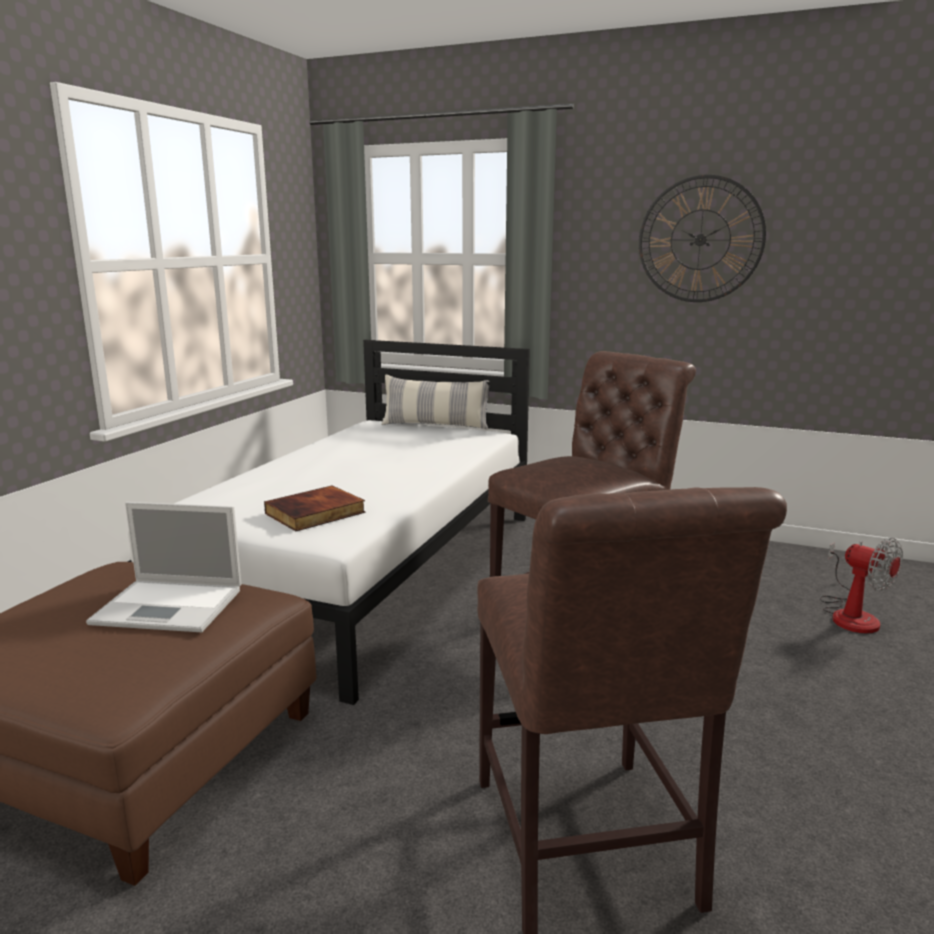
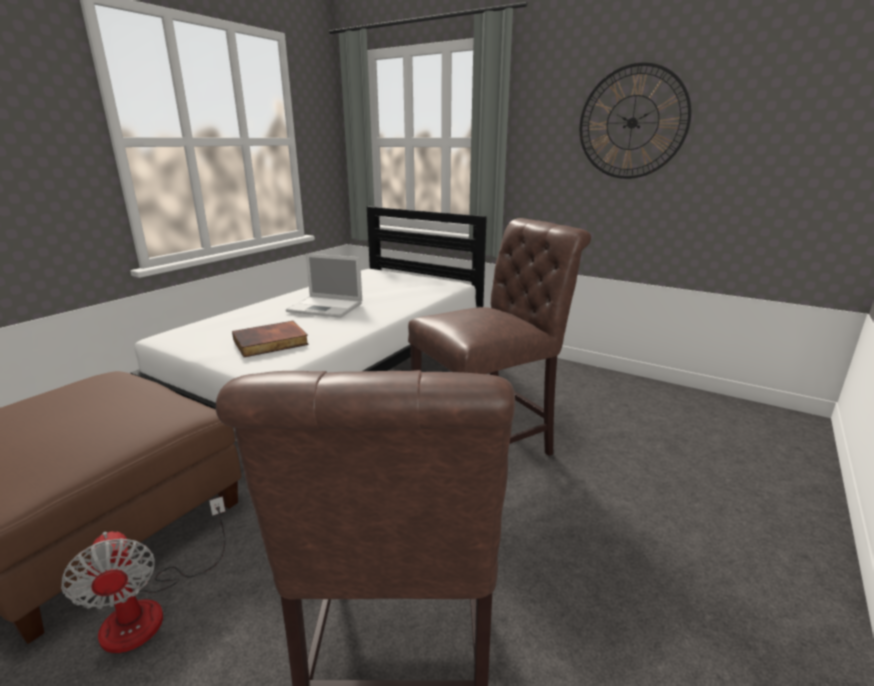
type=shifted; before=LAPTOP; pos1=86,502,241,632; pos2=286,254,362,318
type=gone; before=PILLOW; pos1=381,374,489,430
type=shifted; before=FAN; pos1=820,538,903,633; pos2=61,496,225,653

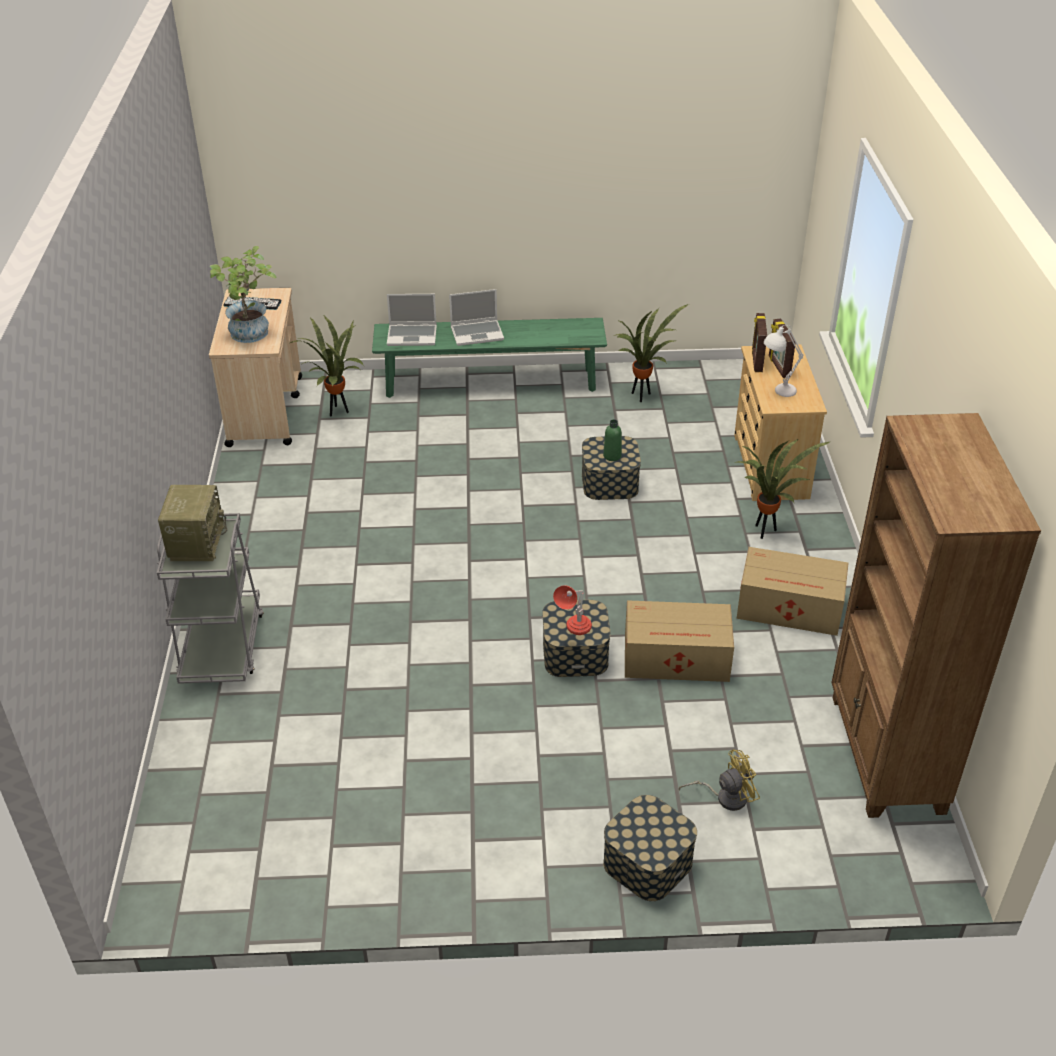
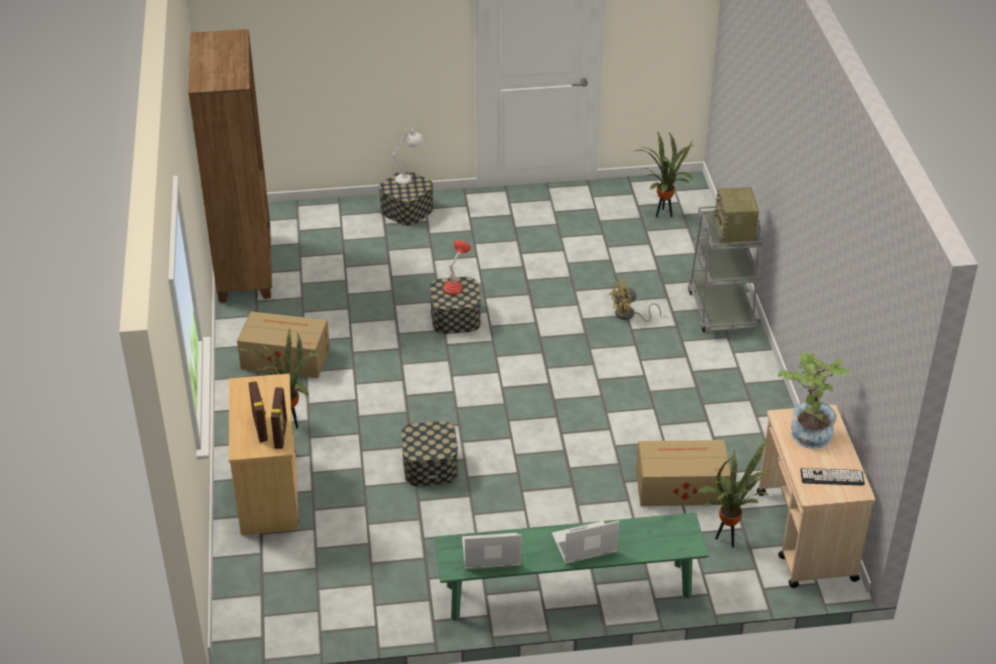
type=shifted; before=LAPTOP; pos1=387,294,437,346; pos2=462,533,521,569
type=gone; before=GREEN BOTTLE; pos1=603,419,622,461
type=shifted; before=POTTED PLANT; pos1=614,304,688,402; pos2=635,131,693,217
type=shifted; before=CARDBOARD BOX; pos1=625,600,734,682; pos2=636,440,731,506
type=shifted; before=YELLOW FAN; pos1=679,749,760,811; pos2=609,279,661,322
type=shifted; before=WHITE TABLE LAMP; pos1=764,325,804,397; pos2=392,128,424,184

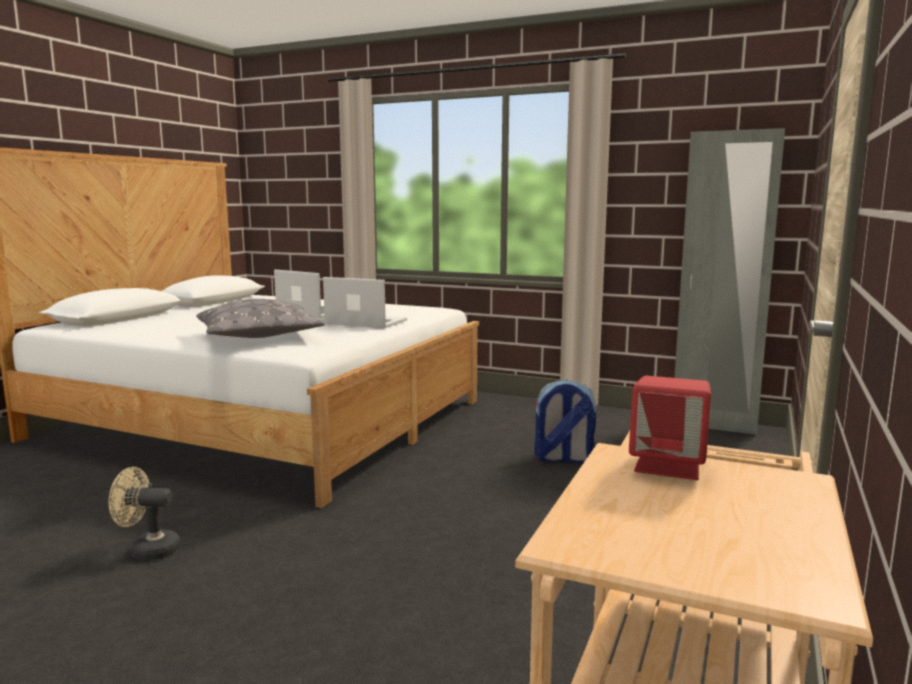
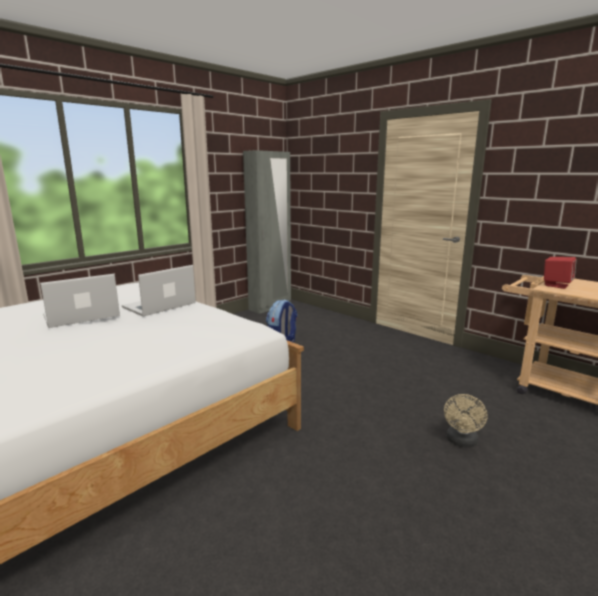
type=shifted; before=BEIGE FAN; pos1=108,467,180,560; pos2=444,394,488,448
type=gone; before=GREY PILLOW; pos1=196,299,325,338

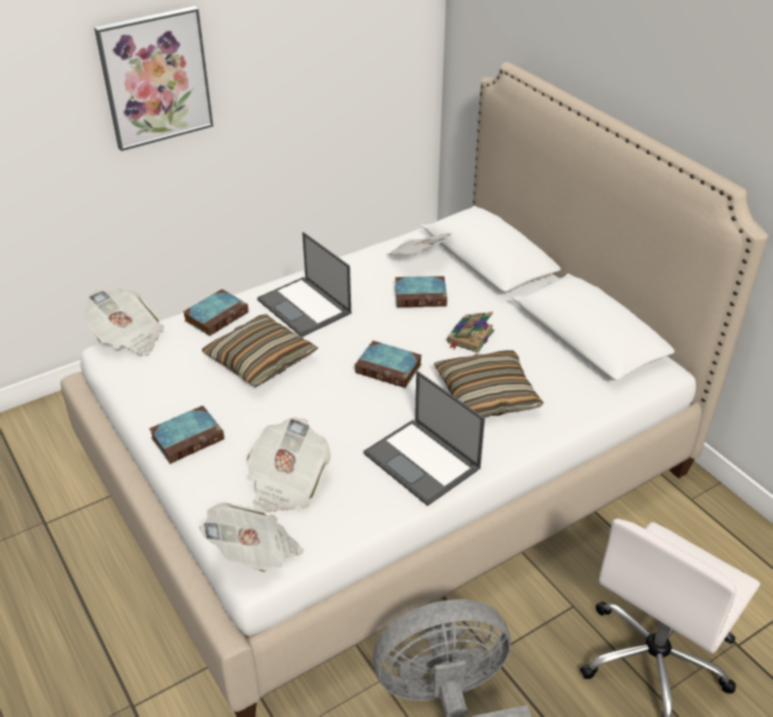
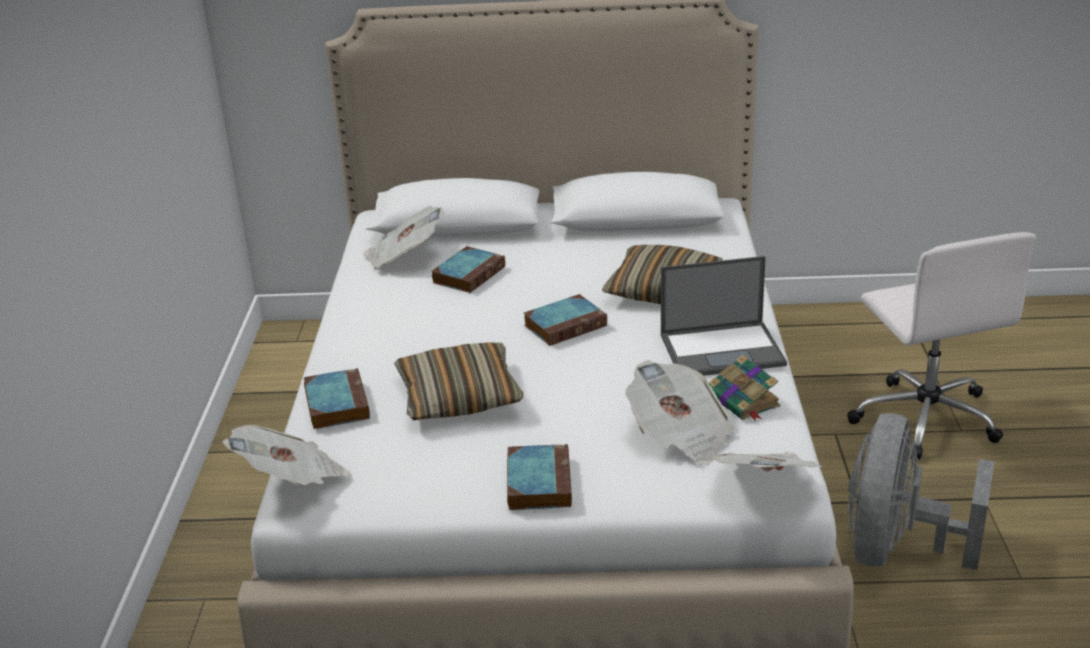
type=gone; before=PICTURE; pos1=94,6,213,151
type=gone; before=LAPTOP; pos1=257,232,351,337
type=shifted; before=BOOK; pos1=447,312,494,353; pos2=709,355,781,421

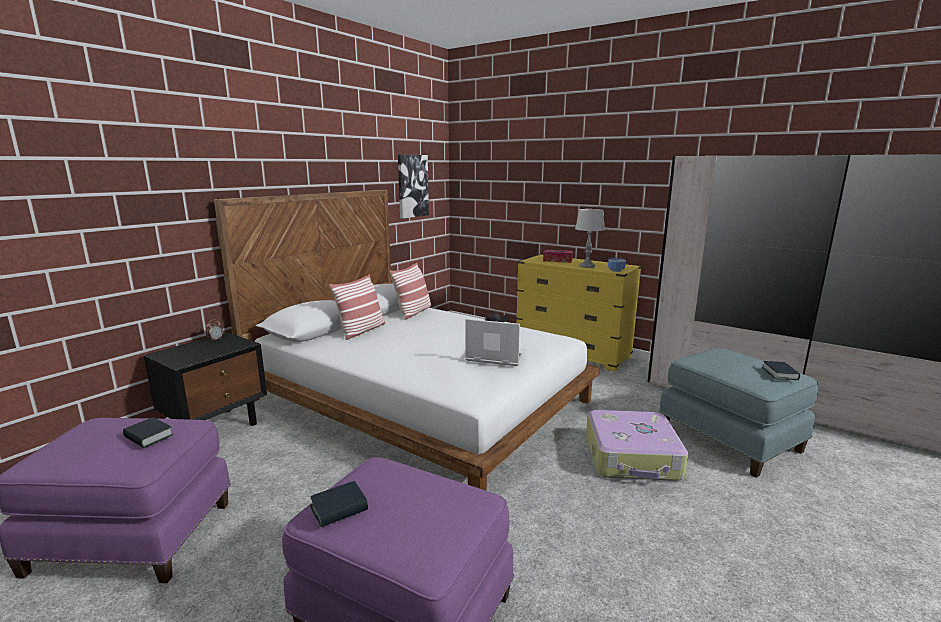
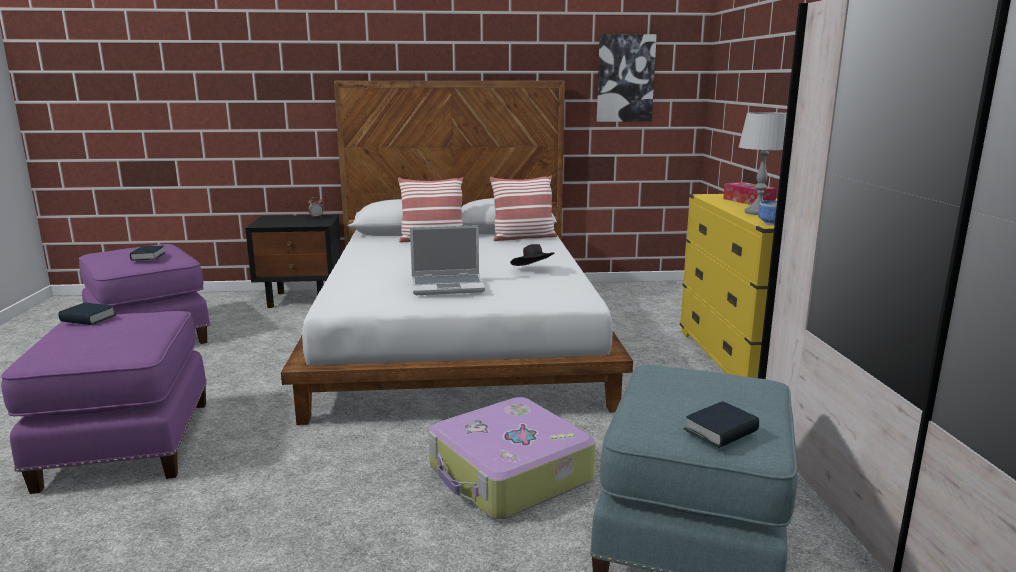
type=rotated; before=LAPTOP; pos1=465,319,526,366; pos2=410,225,485,295; turn=105

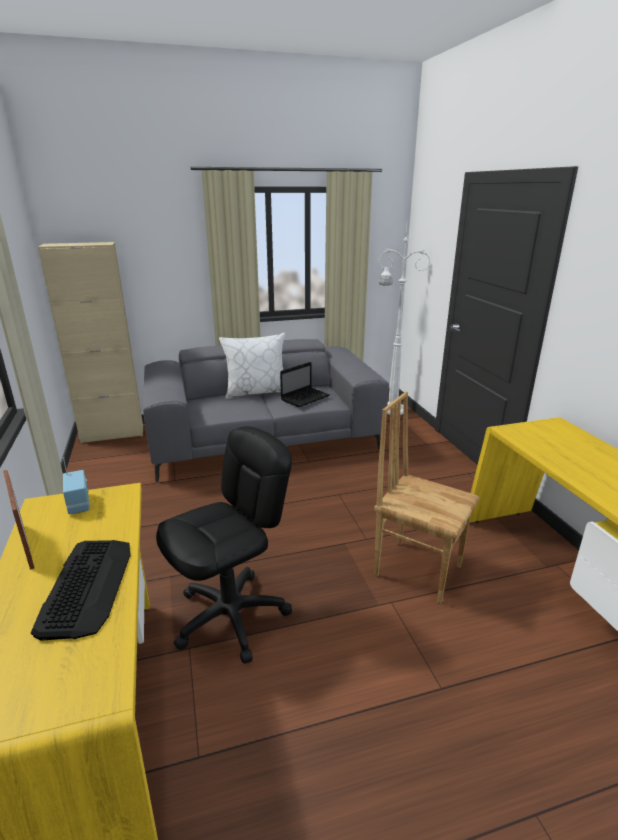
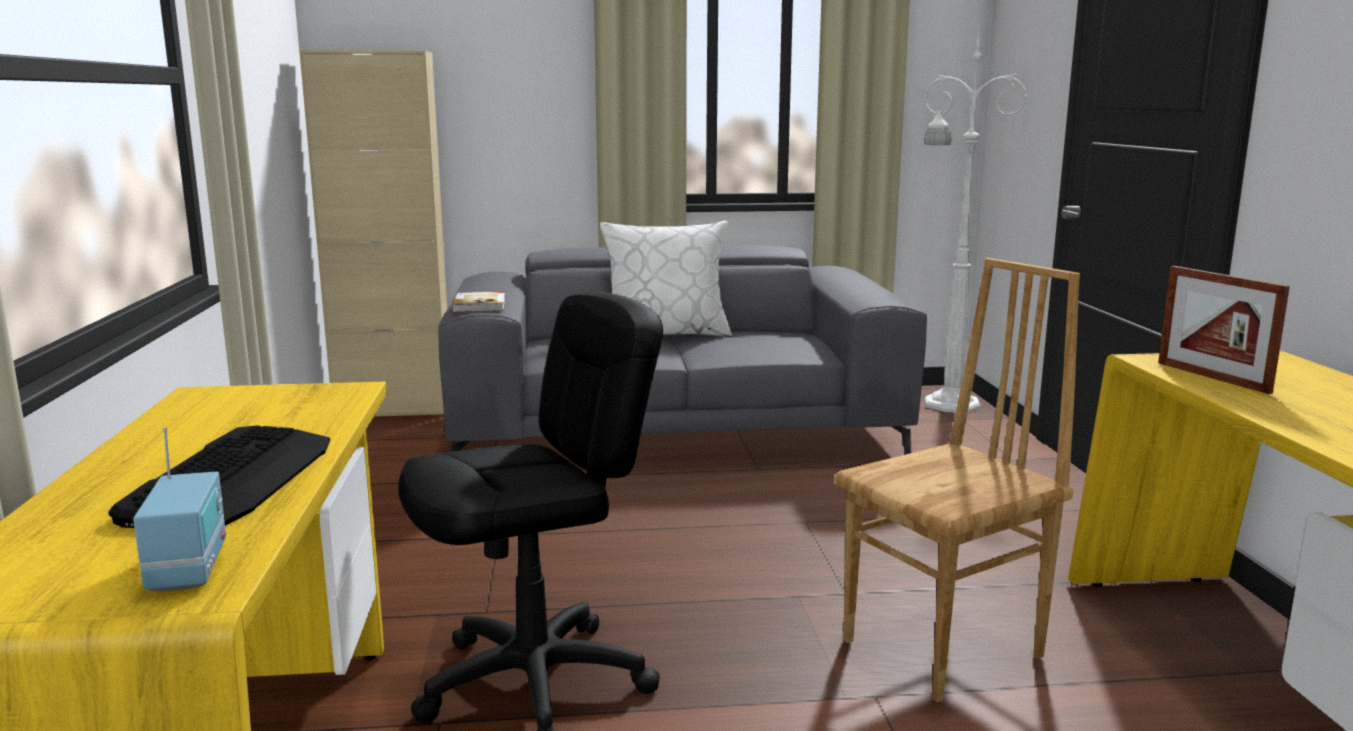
type=shifted; before=PICTURE FRAME; pos1=3,470,34,570; pos2=1158,266,1290,394
type=shifted; before=RADIO; pos1=63,458,90,514; pos2=133,428,226,591
type=gone; before=LAPTOP; pos1=280,362,330,407
type=rotated; before=BROWN CHAIR; pos1=374,392,480,603; pos2=835,258,1080,702; turn=105
type=new; after=BOOK; pos2=452,292,505,312

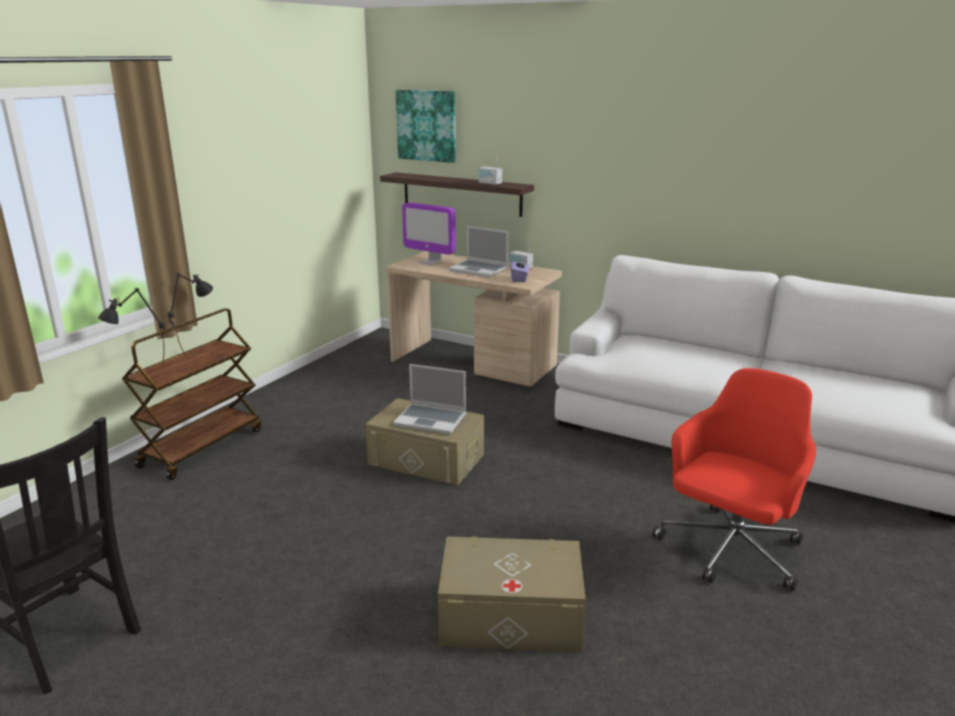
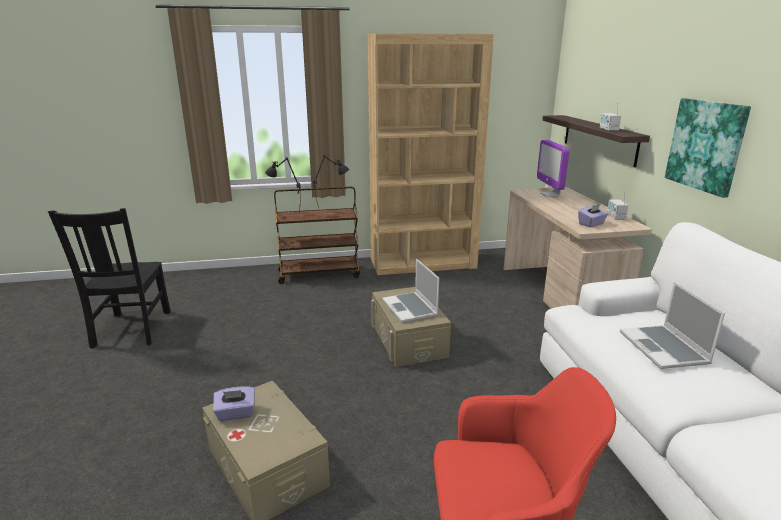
type=shifted; before=PICTURE; pos1=396,90,456,163; pos2=665,98,751,198
type=shifted; before=LAPTOP; pos1=449,226,508,277; pos2=620,282,725,369
type=new; after=PURPLE TISSUE BOX; pos2=213,386,255,421
type=new; after=BROWN BOOKCASE; pos2=367,33,494,275

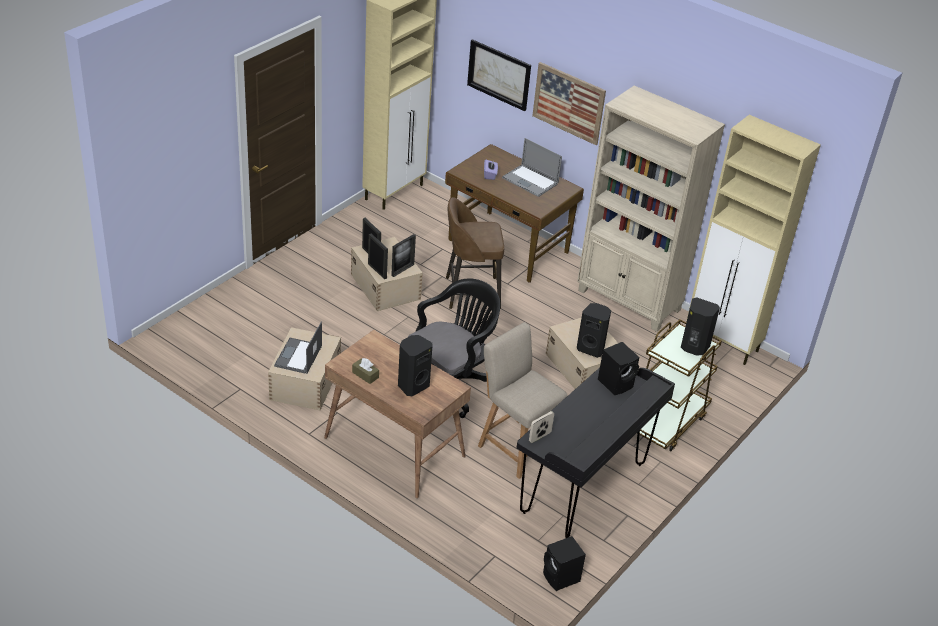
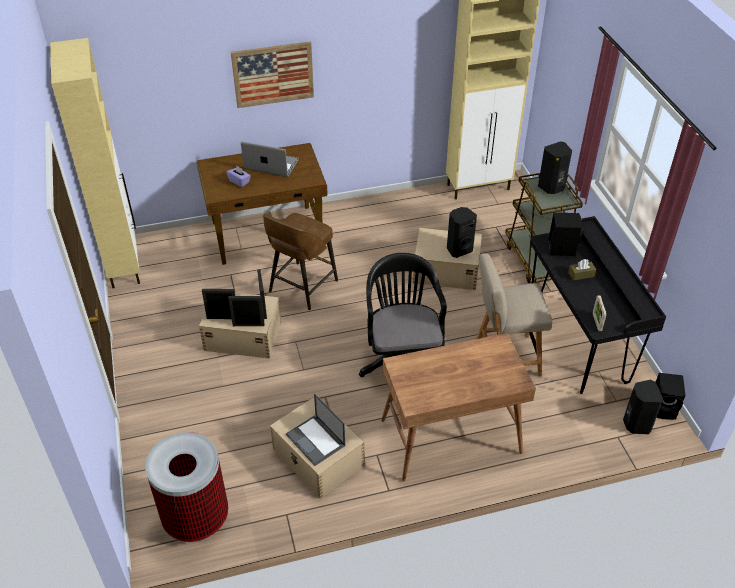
type=shifted; before=BROWN TISSUE BOX; pos1=352,358,379,384; pos2=568,259,596,280
type=shifted; before=BLACK SPEAKER; pos1=398,335,432,396; pos2=623,380,663,434
type=gone; before=PICTURE; pos1=467,39,531,111
type=rotated; before=LAPTOP; pos1=502,138,562,197; pos2=241,141,299,177; turn=-150
type=gone; before=BEIGE BOOKCASE; pos1=577,86,725,332
type=new; after=TRASH CAN; pos2=145,432,228,542

